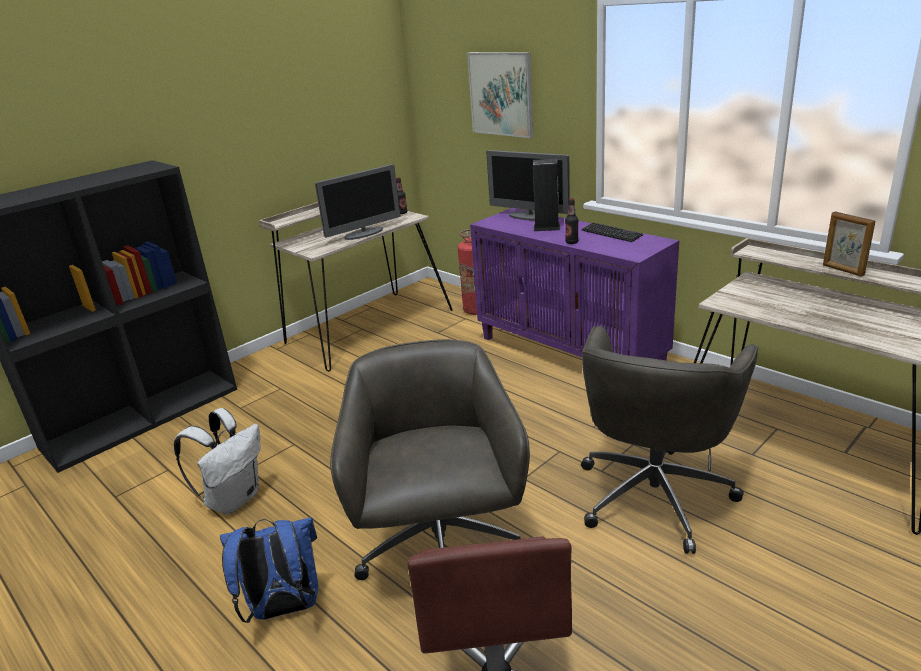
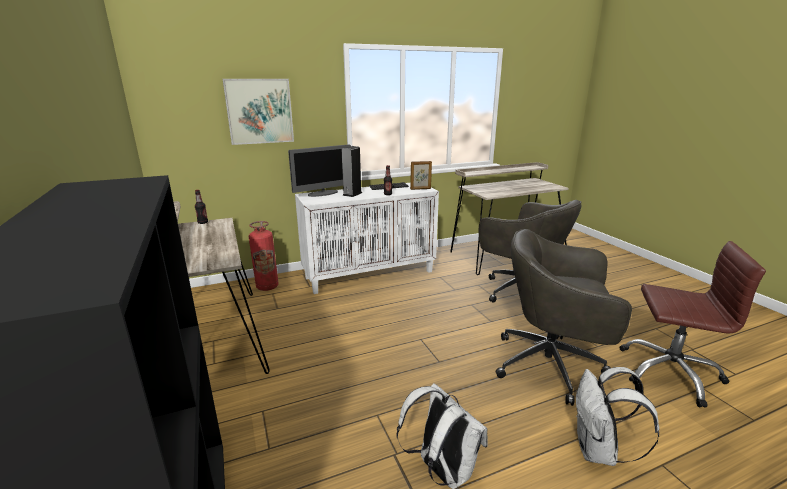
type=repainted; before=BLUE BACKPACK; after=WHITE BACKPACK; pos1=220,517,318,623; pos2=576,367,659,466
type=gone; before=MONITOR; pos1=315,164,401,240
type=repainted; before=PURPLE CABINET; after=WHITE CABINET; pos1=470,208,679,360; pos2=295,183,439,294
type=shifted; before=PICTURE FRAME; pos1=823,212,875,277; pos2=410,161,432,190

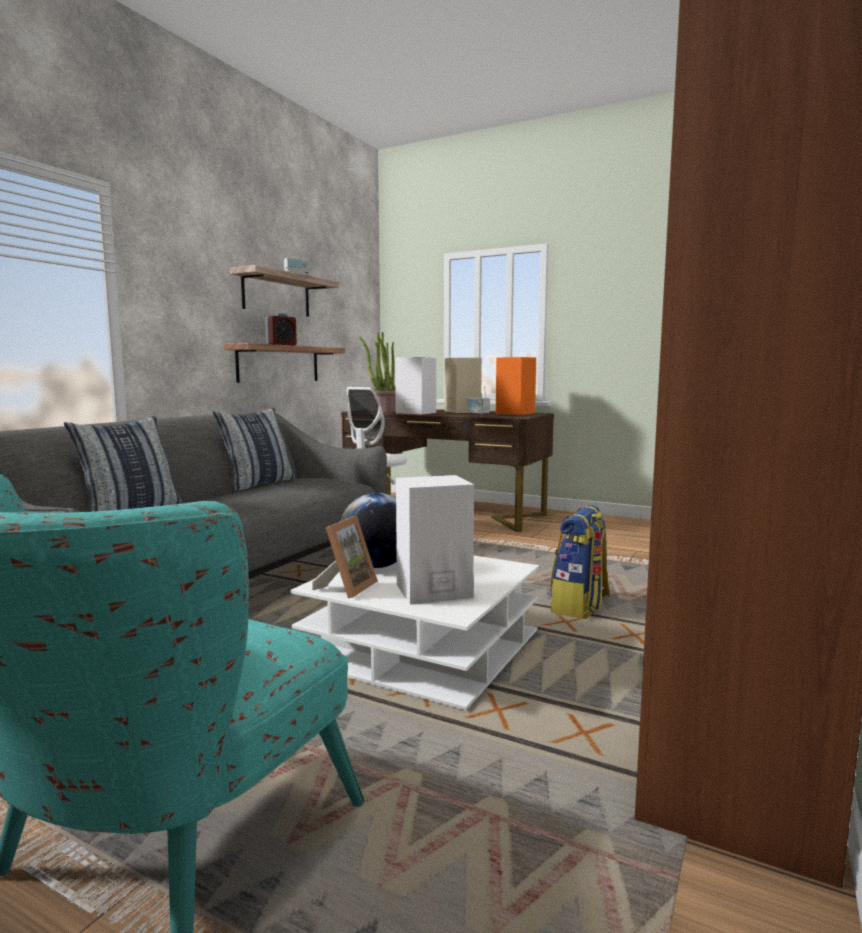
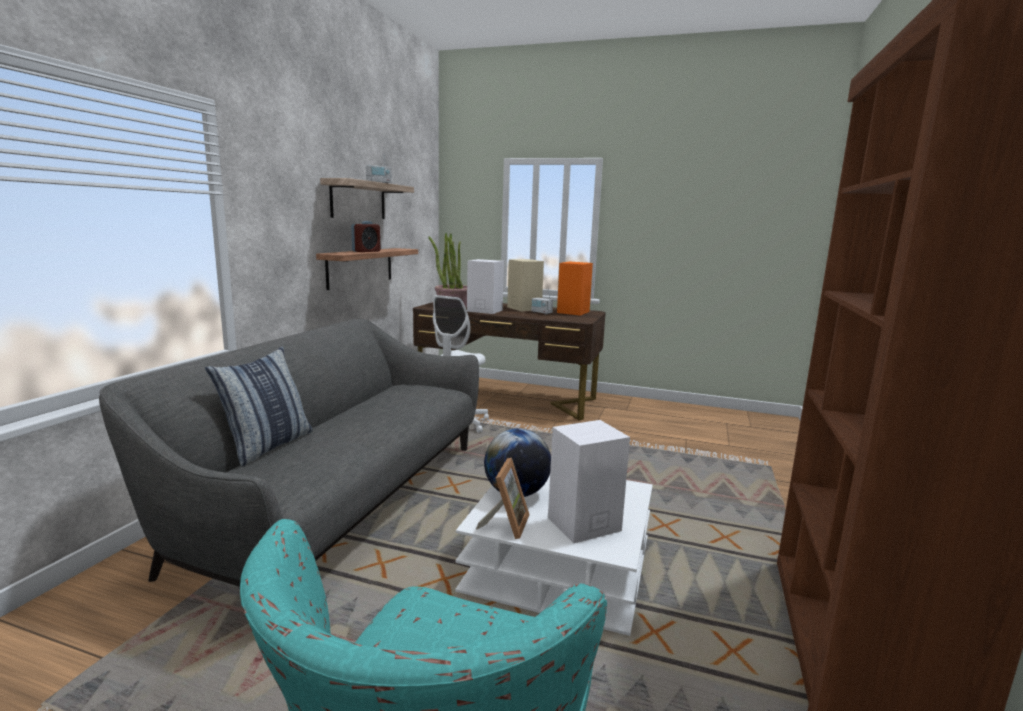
type=gone; before=PILLOW; pos1=213,407,295,491
type=gone; before=BACKPACK; pos1=550,505,610,619

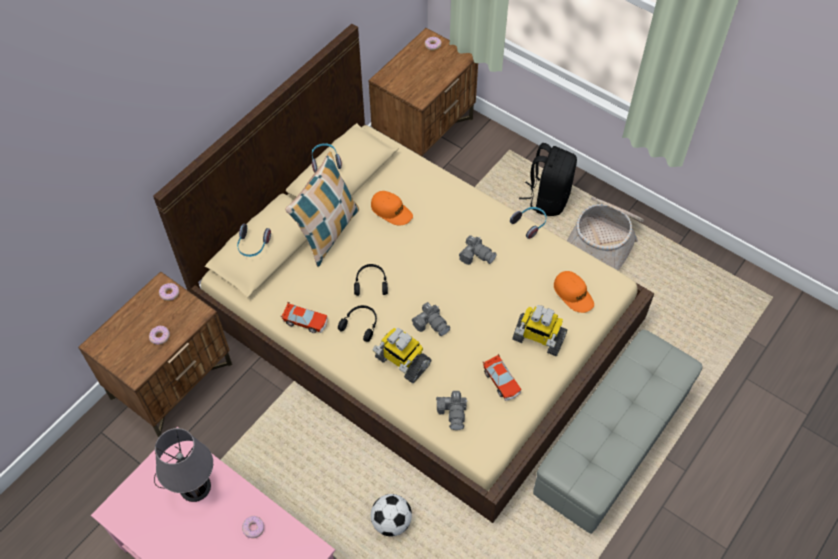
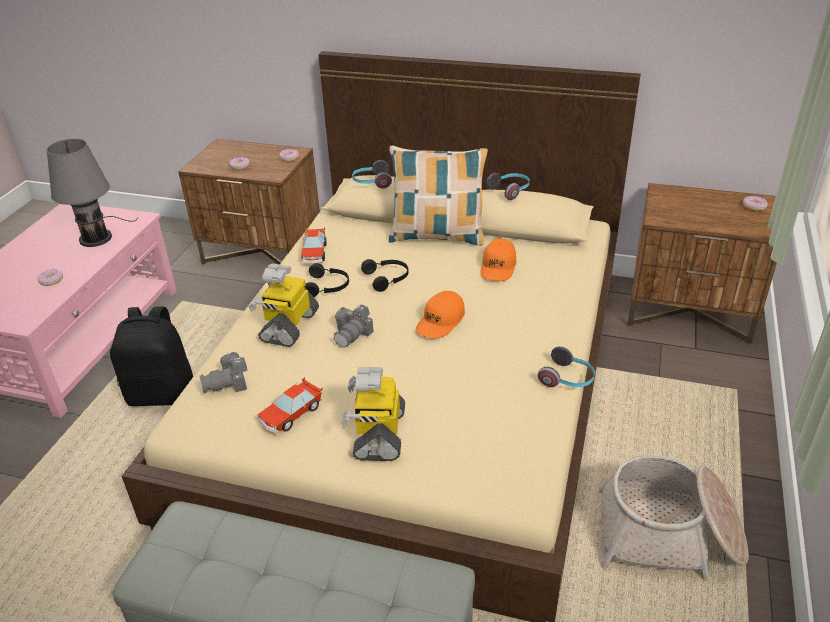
type=gone; before=FOOTBALL; pos1=371,494,412,536
type=gone; before=PHOTO CAMERA; pos1=459,235,497,265
type=shifted; before=BLACK BACKPACK; pos1=519,143,577,216; pos2=110,306,193,406
type=shifted; before=ORANGE CAP; pos1=554,271,594,313; pos2=416,291,465,338

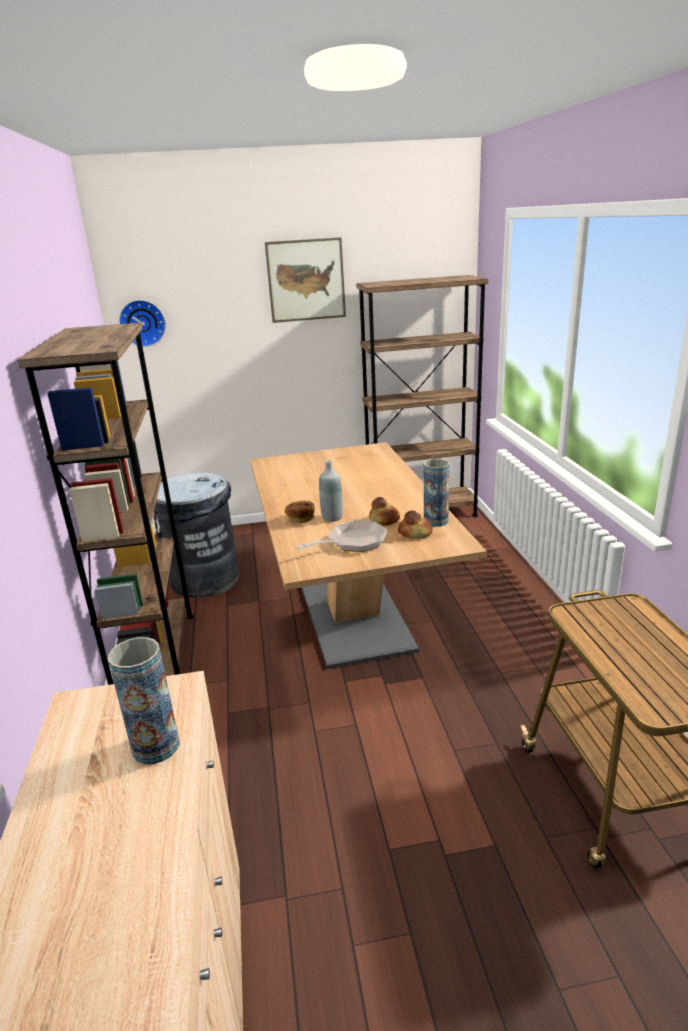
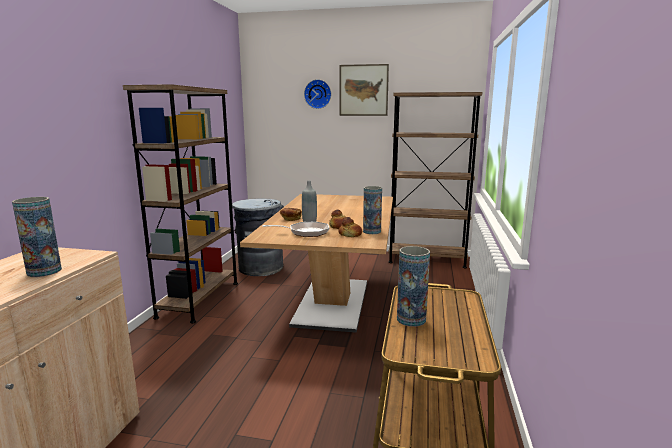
type=shifted; before=WALL CLOCK; pos1=119,300,166,347; pos2=304,79,331,109
type=new; after=VASE; pos2=397,246,430,327

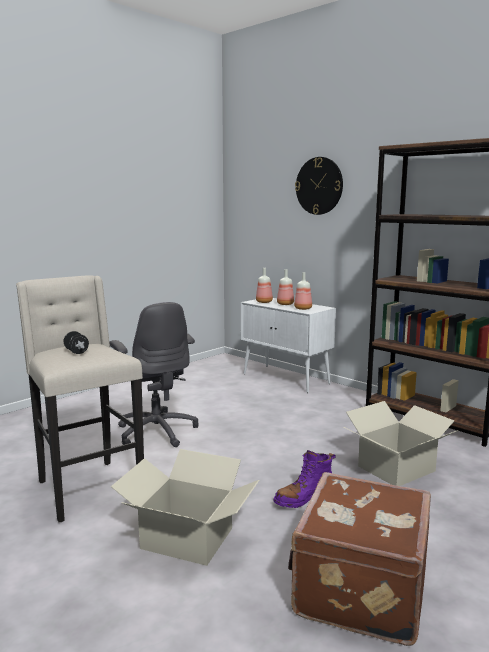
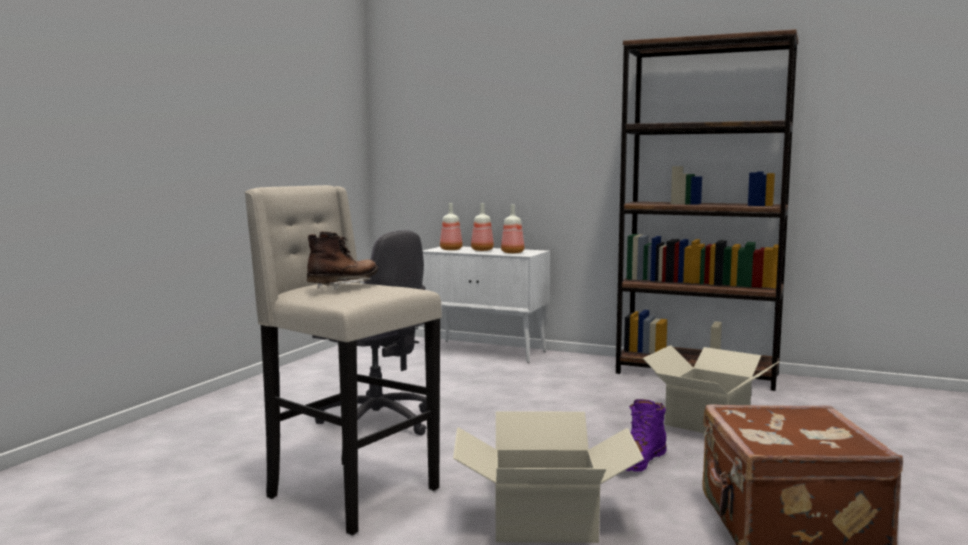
type=swapped; before=BLACK DUMBBELL; after=BROWN BOOT; pos1=64,331,89,354; pos2=307,231,378,291
type=gone; before=WALL CLOCK; pos1=295,157,343,215

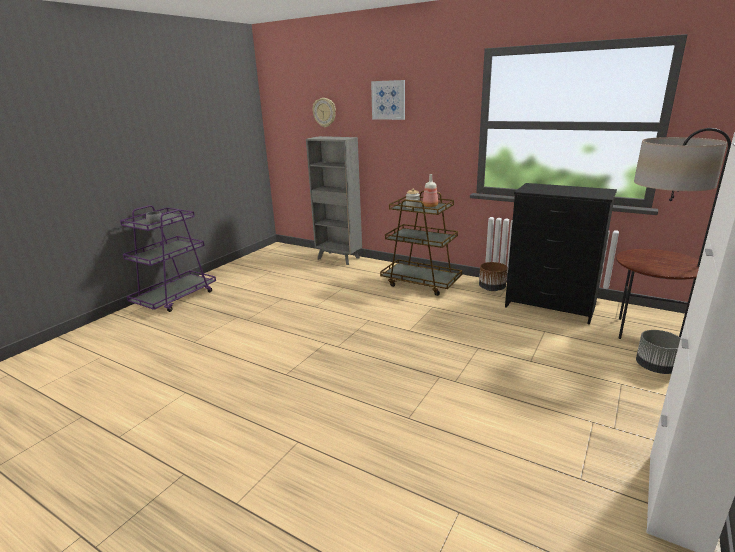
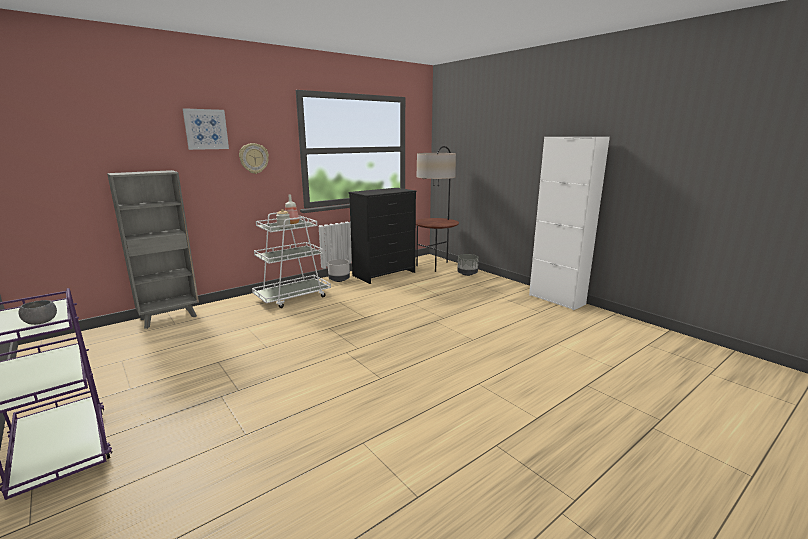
type=shifted; before=WALL CLOCK; pos1=312,98,336,128; pos2=239,143,269,174
type=repainted; before=BROWN CART; after=WHITE CART; pos1=380,191,462,296; pos2=252,212,331,308
type=repainted; before=BROWN PLANTER; after=GREY PLANTER; pos1=479,262,508,291; pos2=328,259,350,282

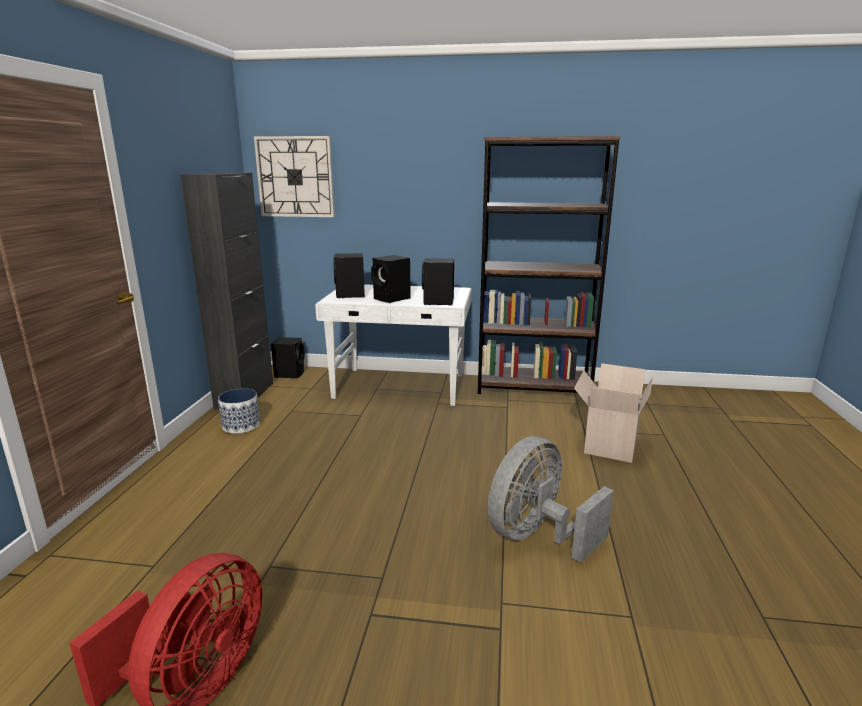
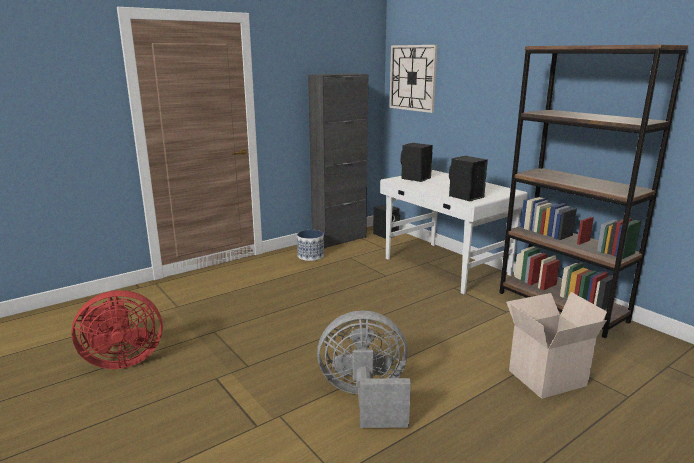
type=gone; before=BLACK SPEAKER; pos1=371,255,411,303

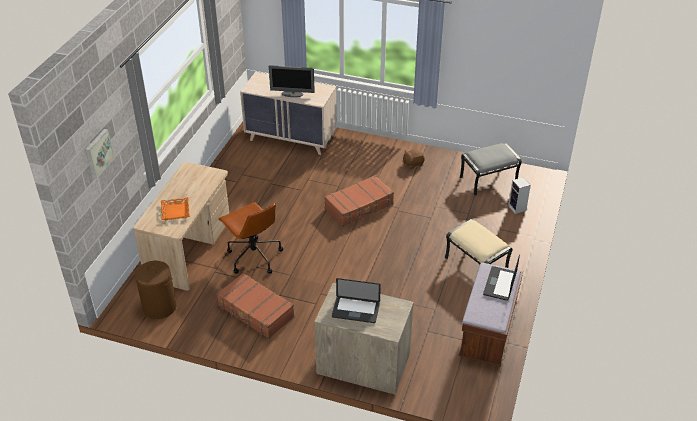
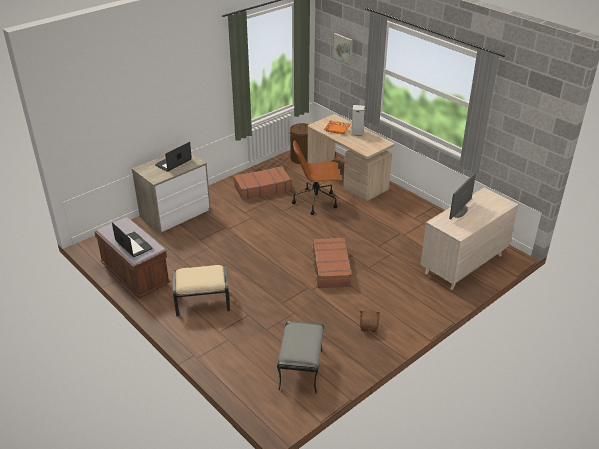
type=shifted; before=SPEAKER; pos1=508,177,531,214; pos2=351,105,365,136

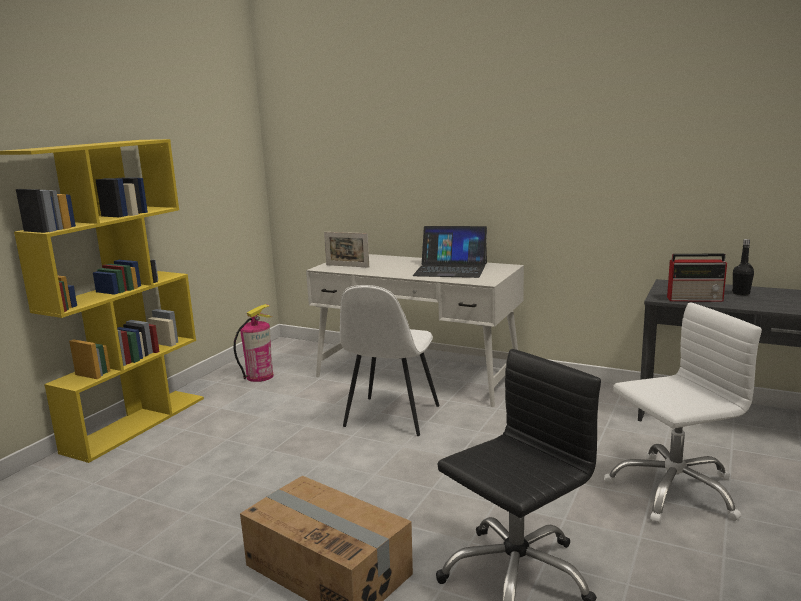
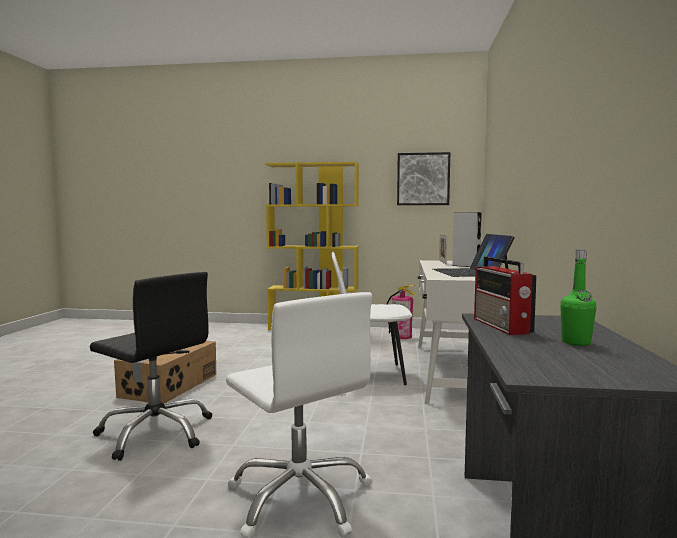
type=repainted; before=BLACK BOTTLE; after=GREEN BOTTLE; pos1=732,239,754,296; pos2=560,250,596,346
type=new; after=PICTURE; pos2=397,152,450,205
type=new; after=GREY SPEAKER; pos2=452,212,482,267

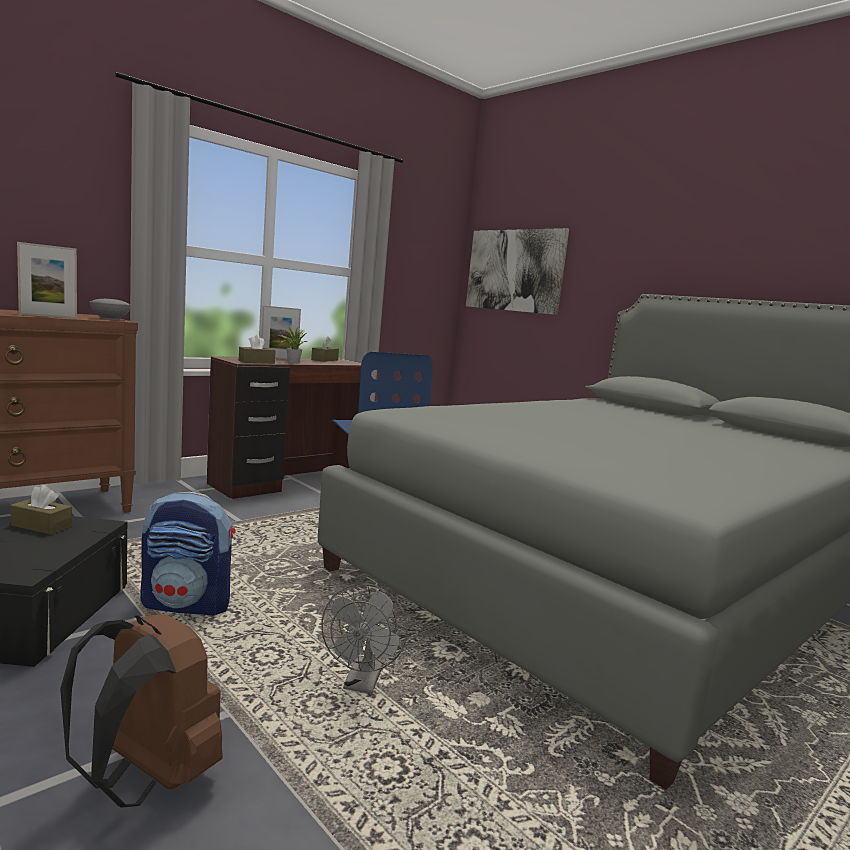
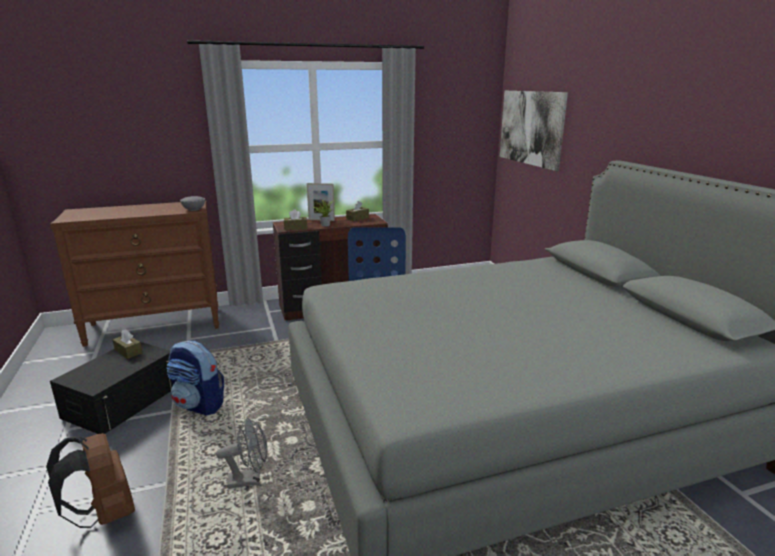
type=gone; before=PICTURE FRAME; pos1=17,242,77,318
type=rotated; before=GREY FAN; pos1=321,583,408,694; pos2=216,418,267,489; turn=-135

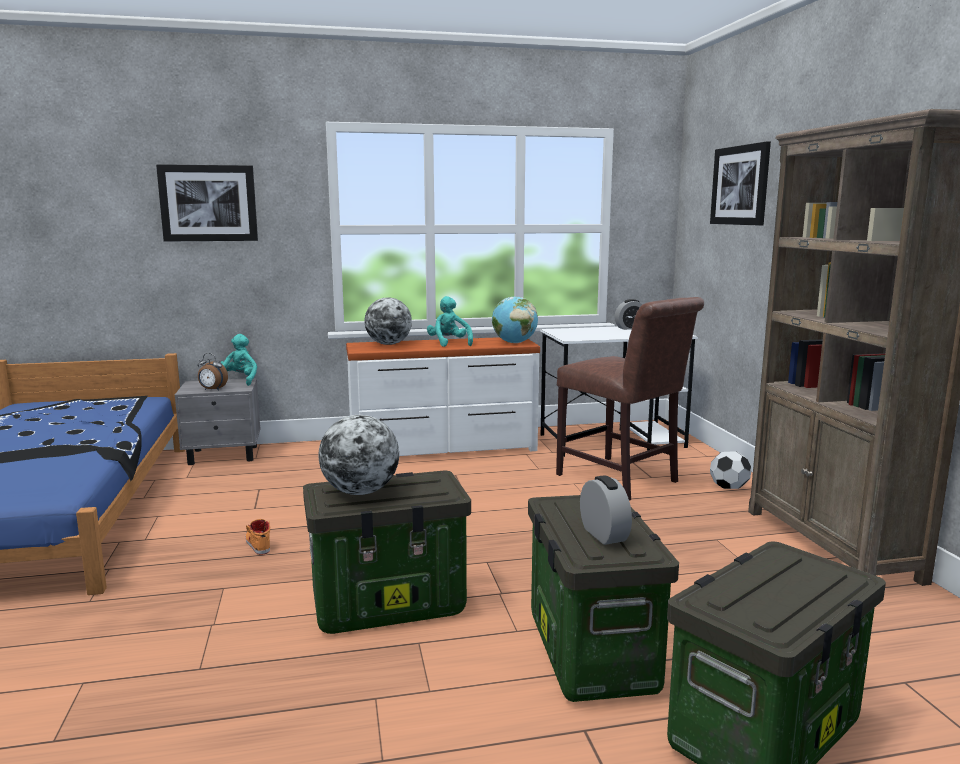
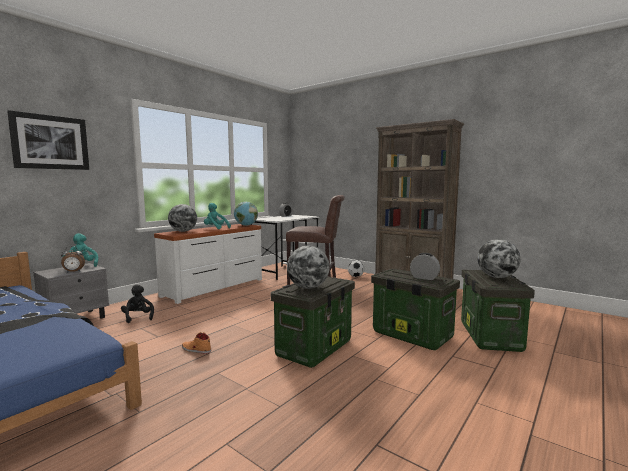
type=gone; before=PICTURE; pos1=710,141,771,226
type=new; after=BLACK PLUSH TOY; pos2=121,284,154,323
type=new; after=GLOBE; pos2=477,239,521,278

